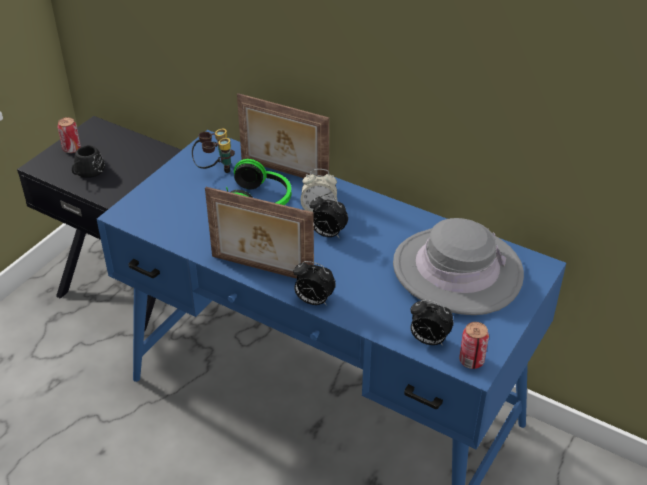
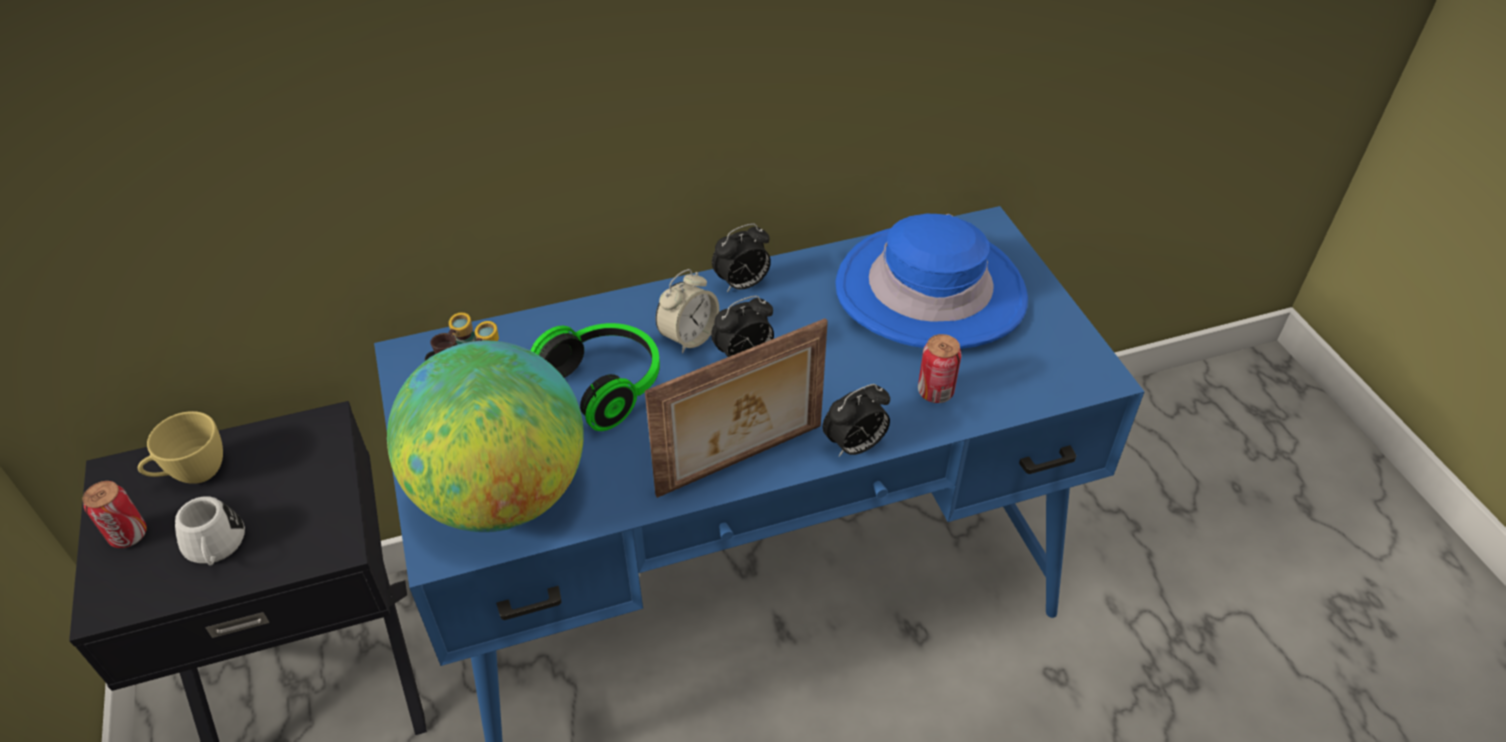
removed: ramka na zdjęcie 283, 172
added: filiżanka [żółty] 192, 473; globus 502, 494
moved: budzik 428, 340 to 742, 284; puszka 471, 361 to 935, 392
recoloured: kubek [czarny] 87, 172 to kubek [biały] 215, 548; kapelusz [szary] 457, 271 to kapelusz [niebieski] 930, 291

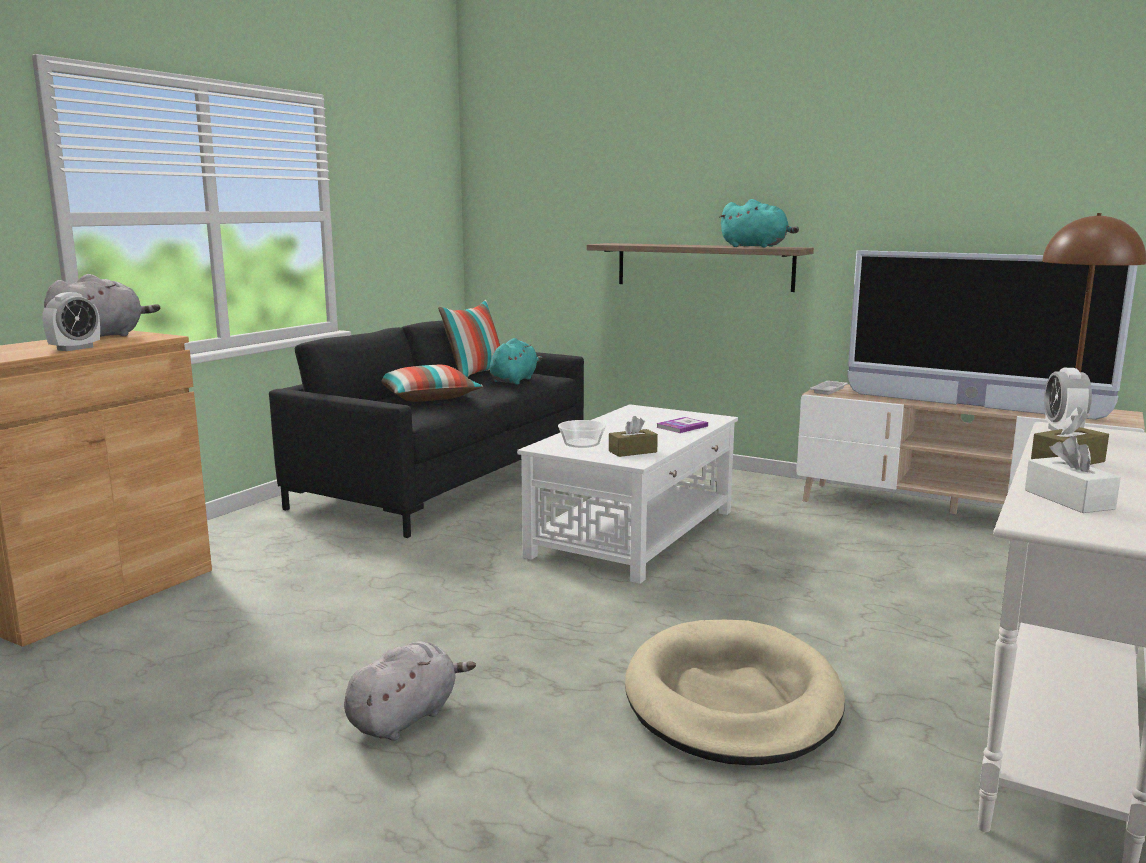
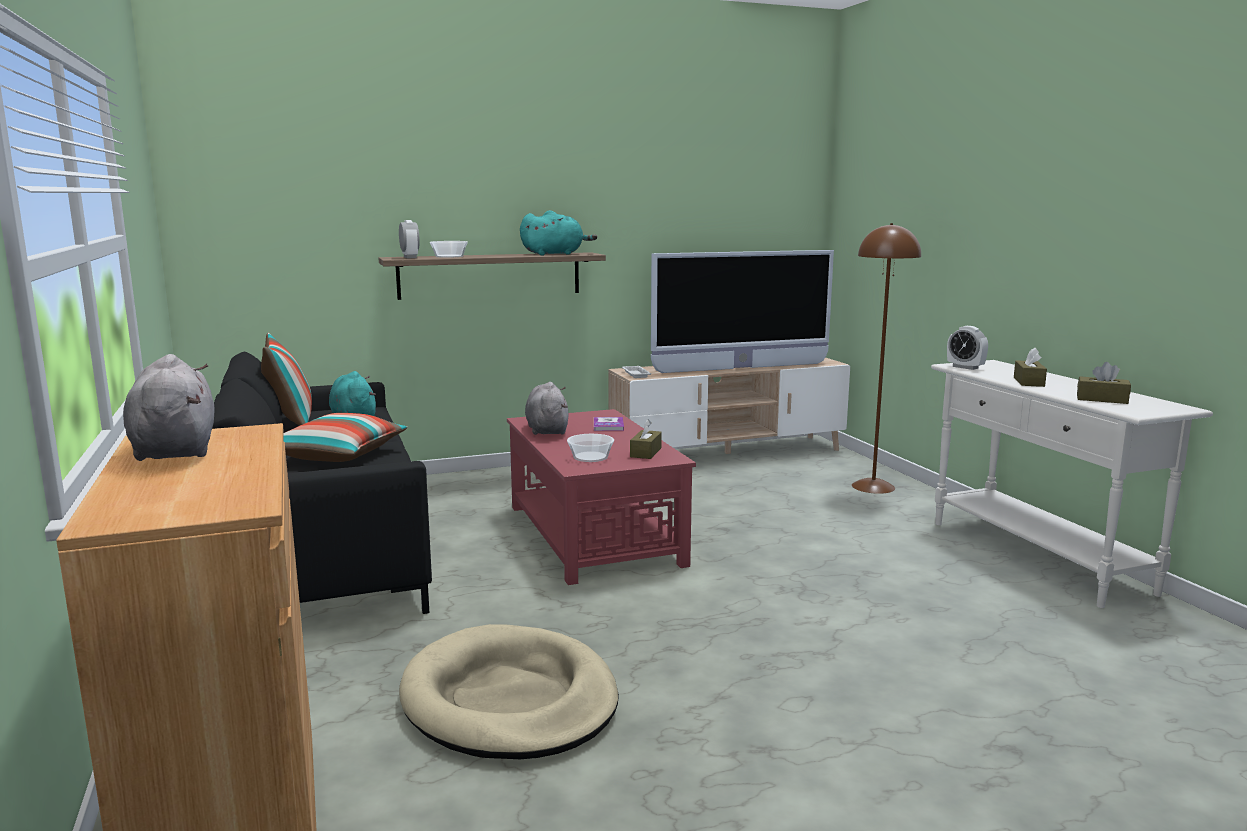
added: miska 449, 256
moved: budzik 75, 348 to 410, 257; legowisko [beżowy] 732, 699 to 509, 700; pluszak [szary] 406, 717 to 547, 430
recoloured: ława [biały] 635, 533 to ława [czerwony] 593, 534; pudełko chusteczek [biały] 1068, 499 to pudełko chusteczek [brązowy] 1102, 399

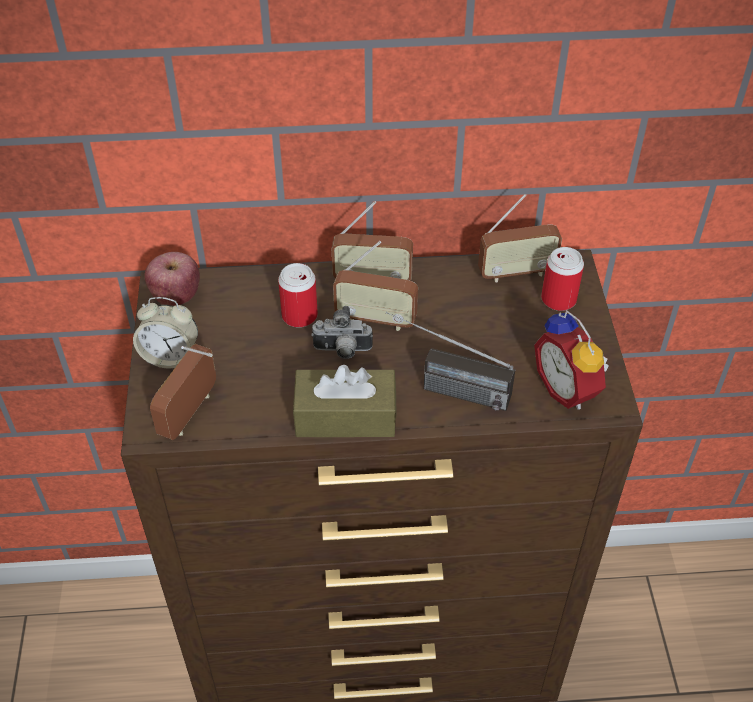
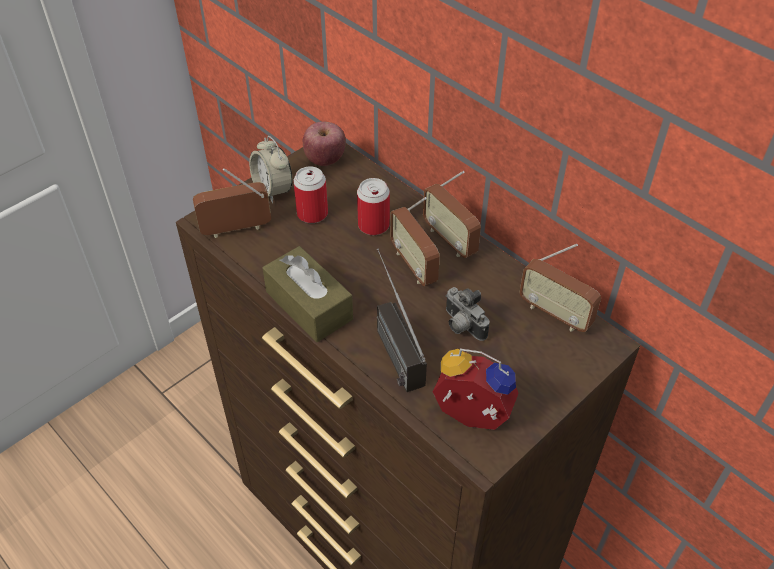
moved: puszka 558, 299 to 312, 214; aparat fotograficzny 342, 351 to 461, 326
turned: budzik 569, 389 = 470, 419 90 degrees clockwise

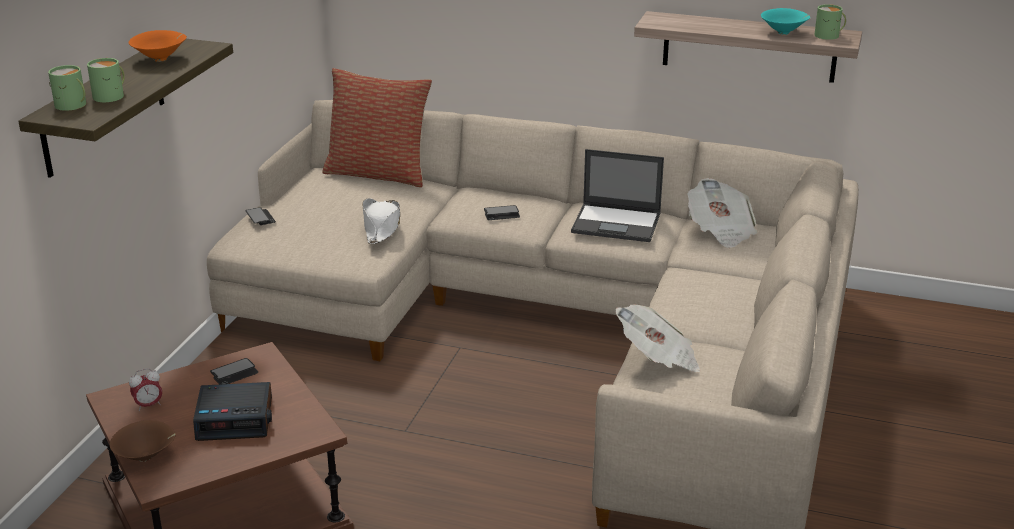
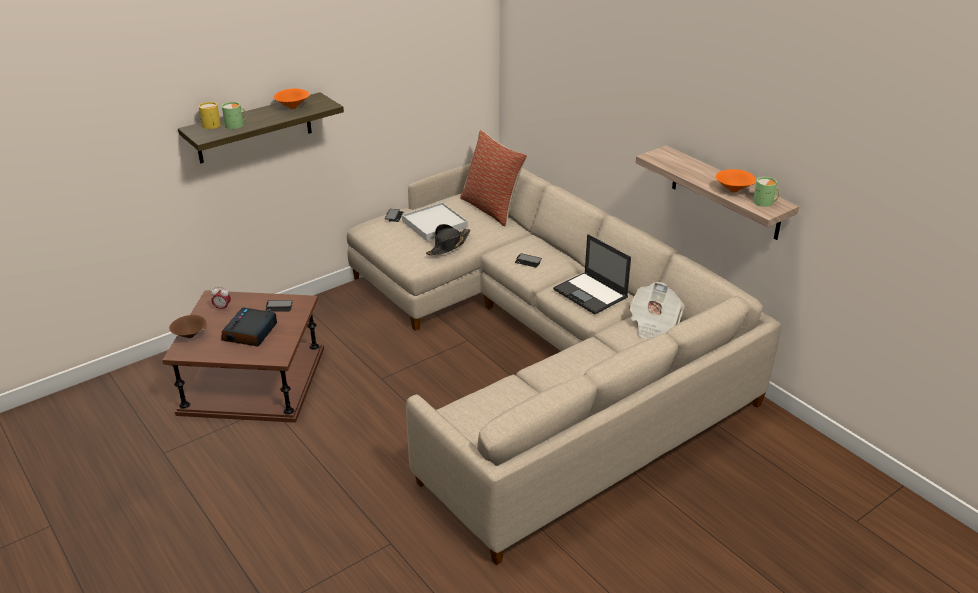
removed: gazeta 658, 358
added: taca [biały] 435, 224
recoloured: kubek [zielony] 73, 105 to kubek [żółty] 211, 126; kapelusz [biały] 382, 227 to kapelusz [czarny] 448, 245; miska [turkusowy] 784, 33 to miska [pomarańczowy] 734, 190
turned: budzik 235, 419 = 250, 333 75 degrees clockwise

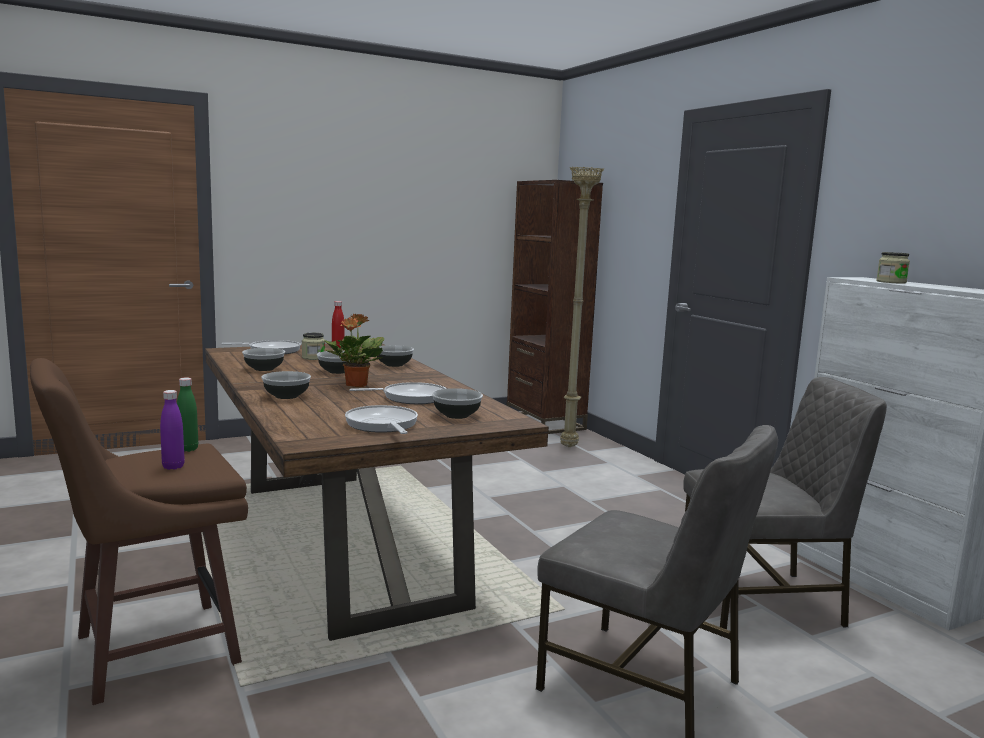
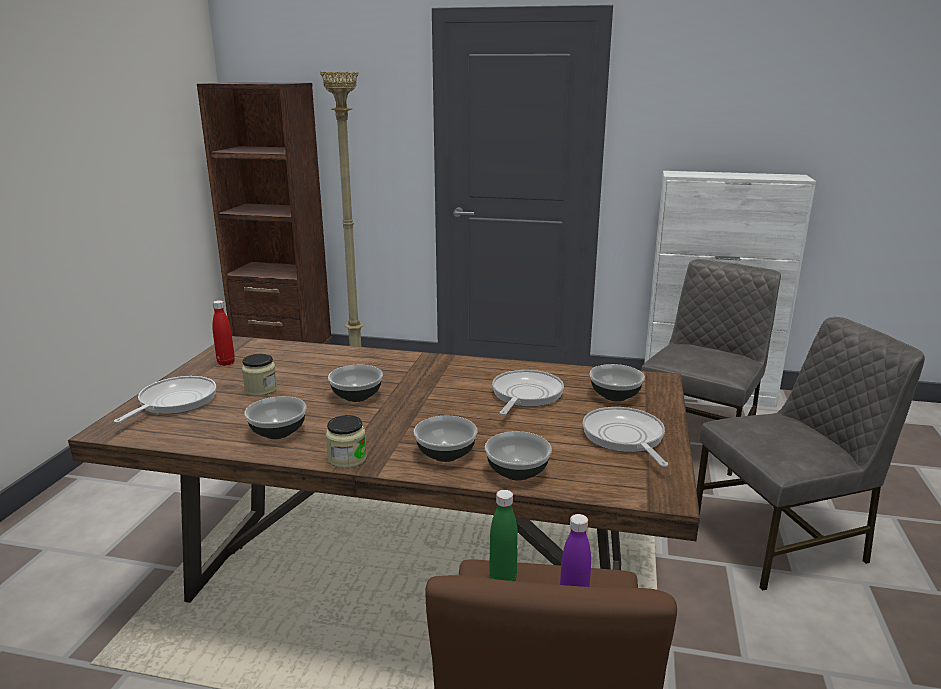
removed: roślina doniczkowa 355, 385
moved: słoik 891, 282 to 347, 459; miska 393, 364 to 516, 472
turned: patelnia 382, 425 = 624, 438 60 degrees clockwise

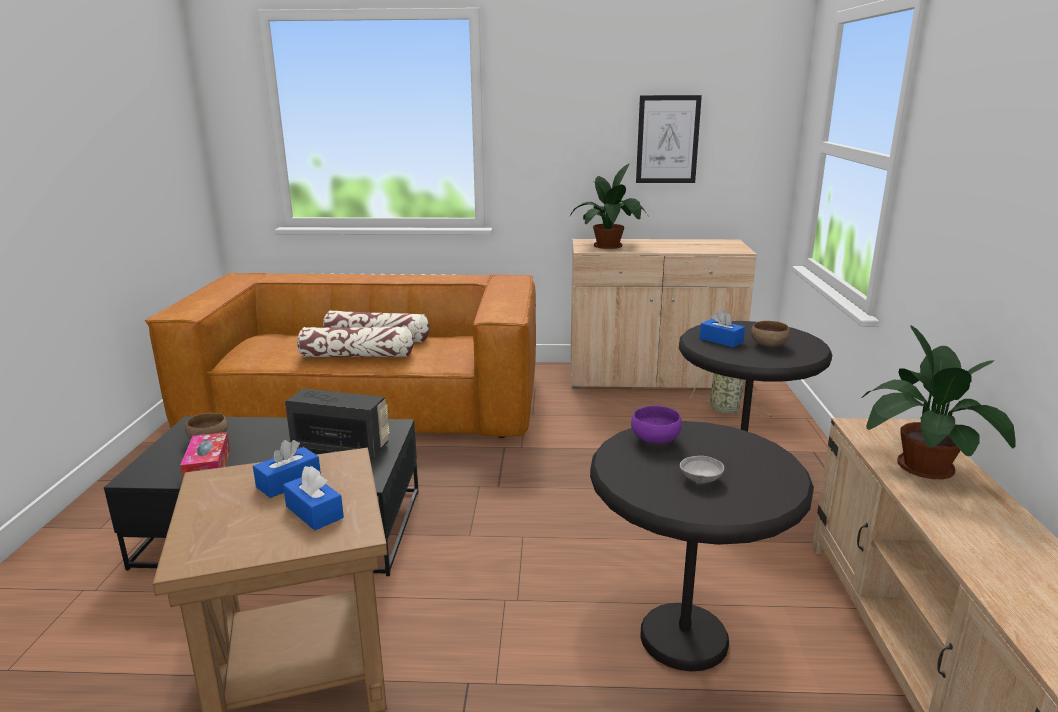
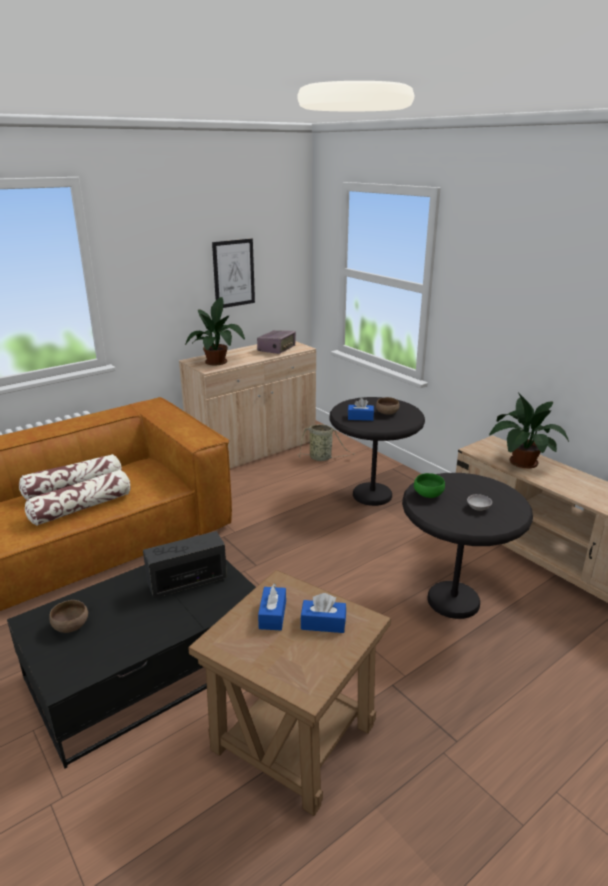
removed: pudełko chusteczek 208, 467
added: radio 277, 349
recoloured: miska [fioletowy] 654, 440 to miska [zielony] 428, 495

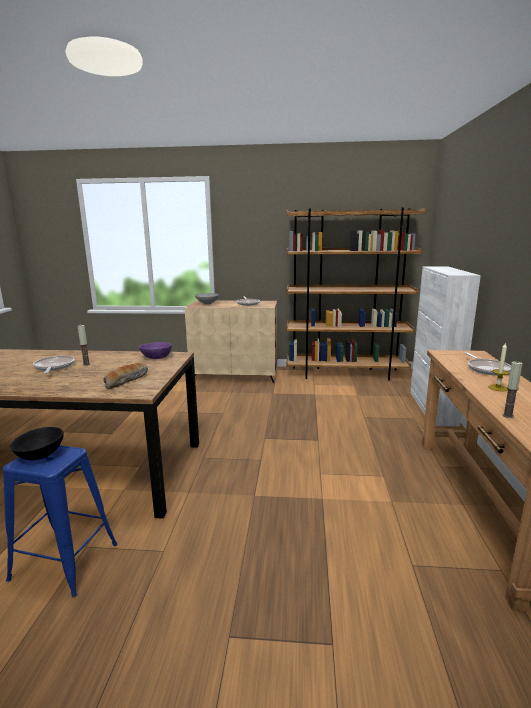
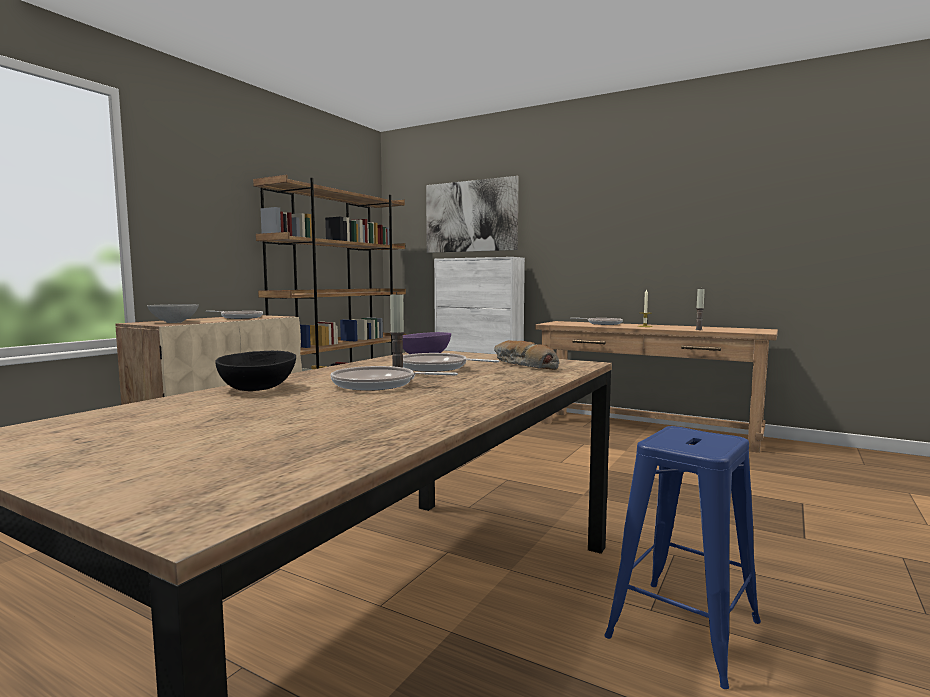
added: patelnia 437, 368; obraz 470, 216
moved: miska [czarny] 41, 454 to 257, 388

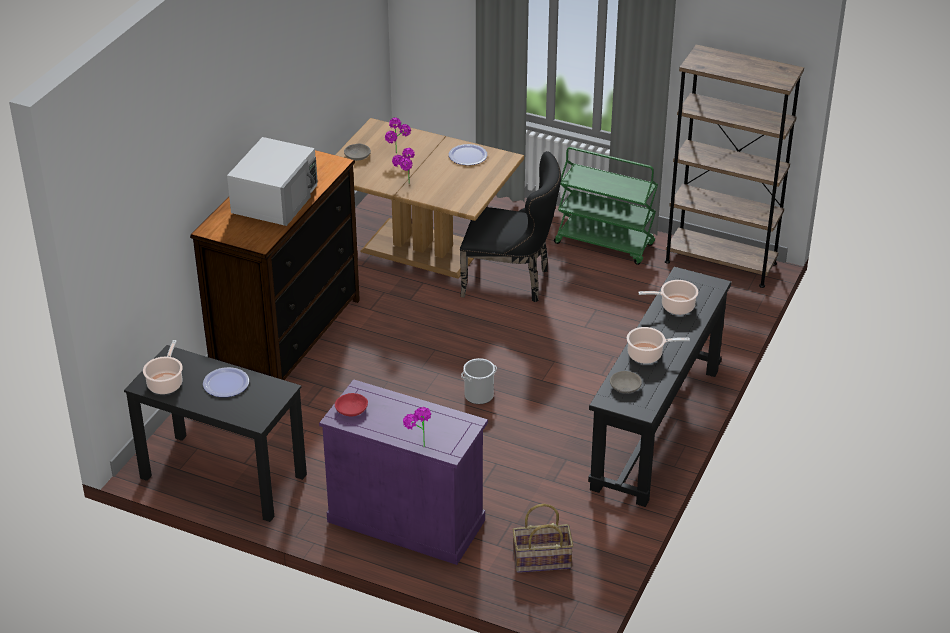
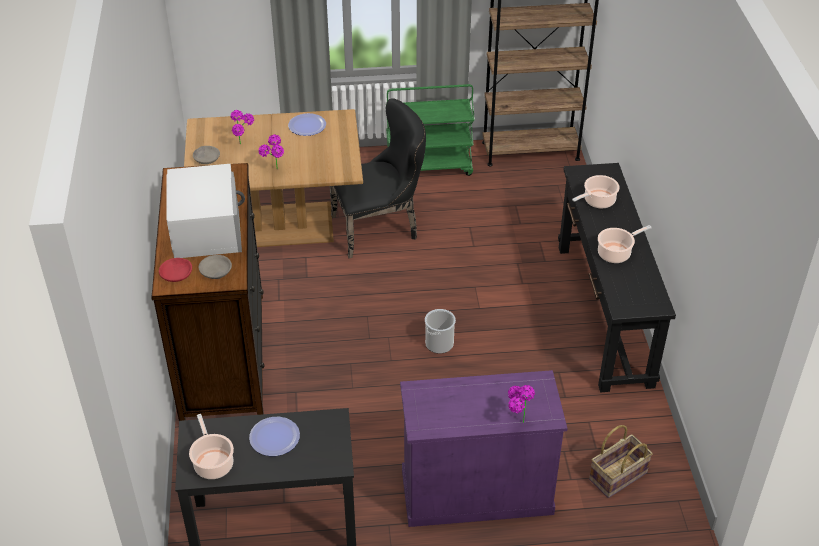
moved: miska [czerwony] 352, 409 to 177, 274; miska [szary] 625, 387 to 215, 272

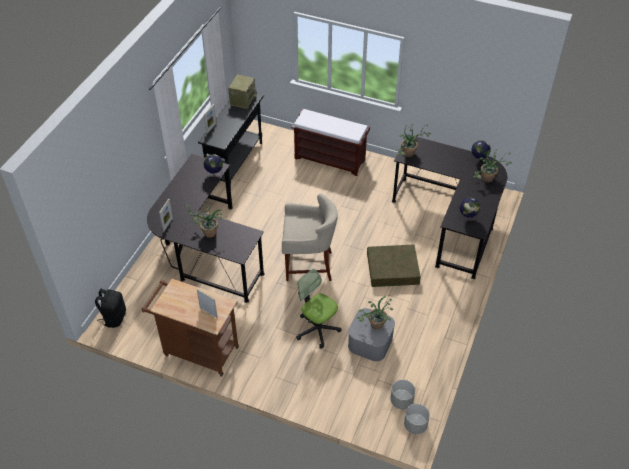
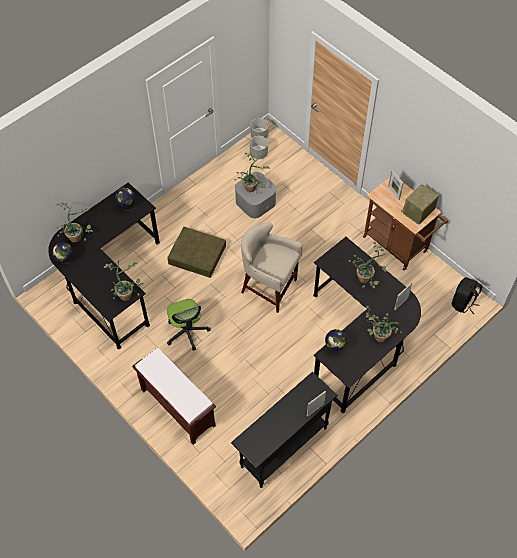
added: roślina doniczkowa 377, 336
moved: krzesło biurowe 317, 329 to 187, 332; radio 243, 100 to 418, 212

